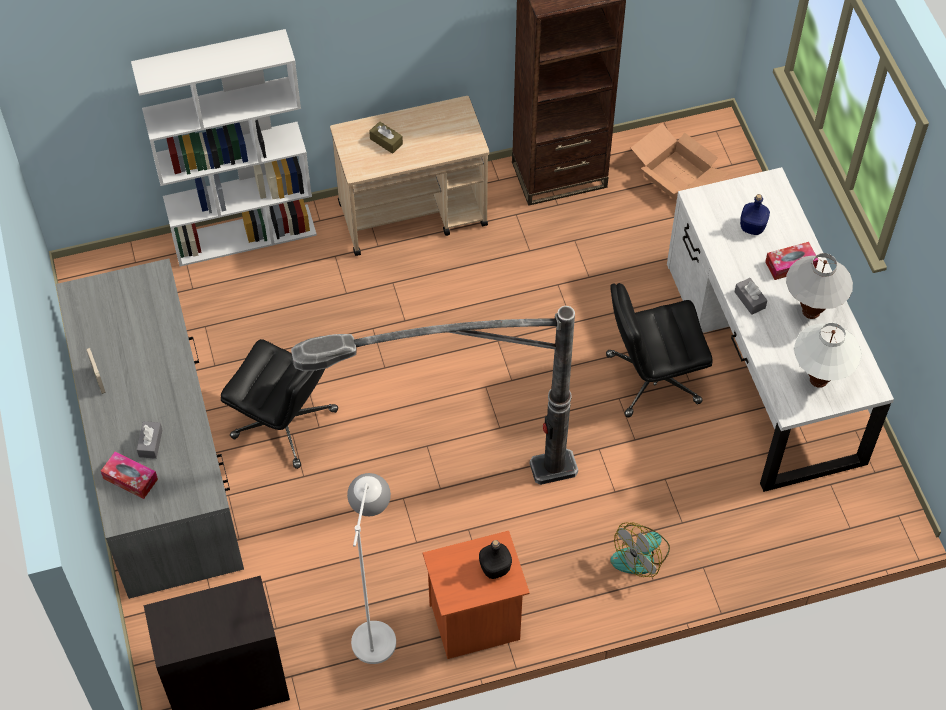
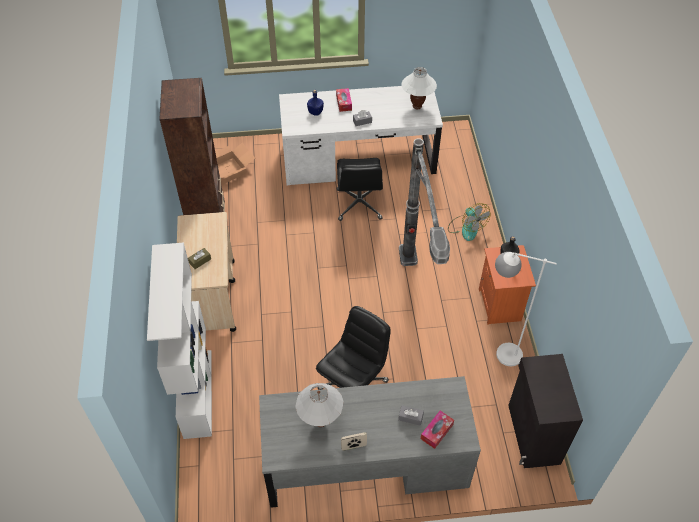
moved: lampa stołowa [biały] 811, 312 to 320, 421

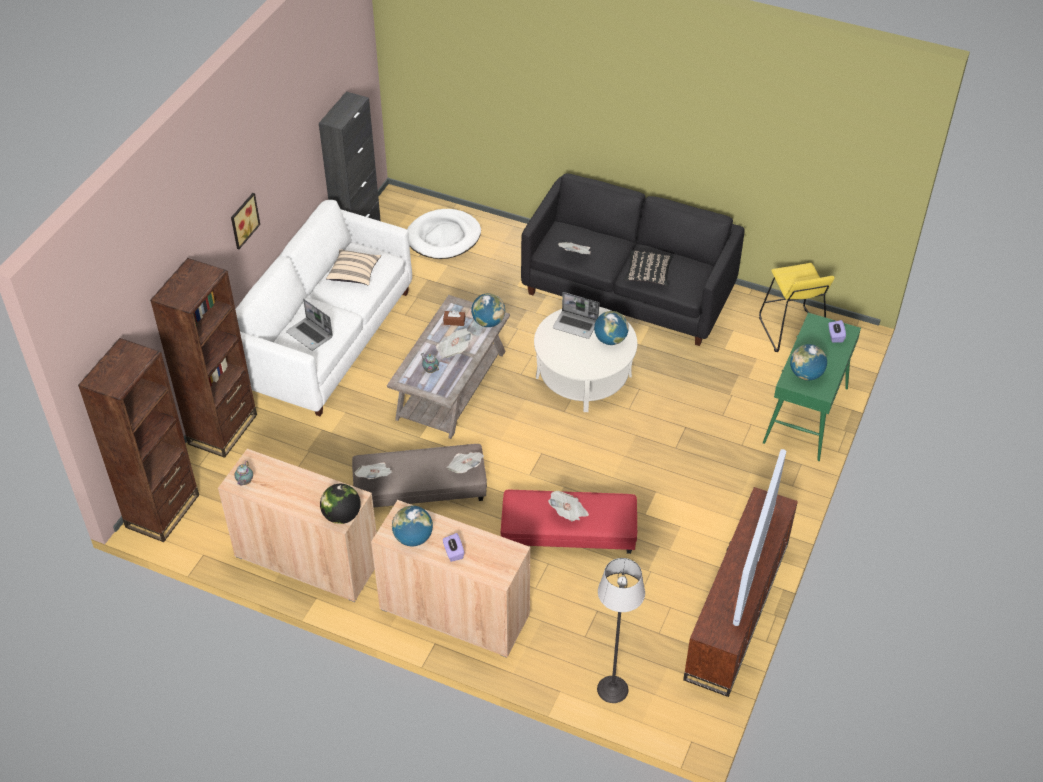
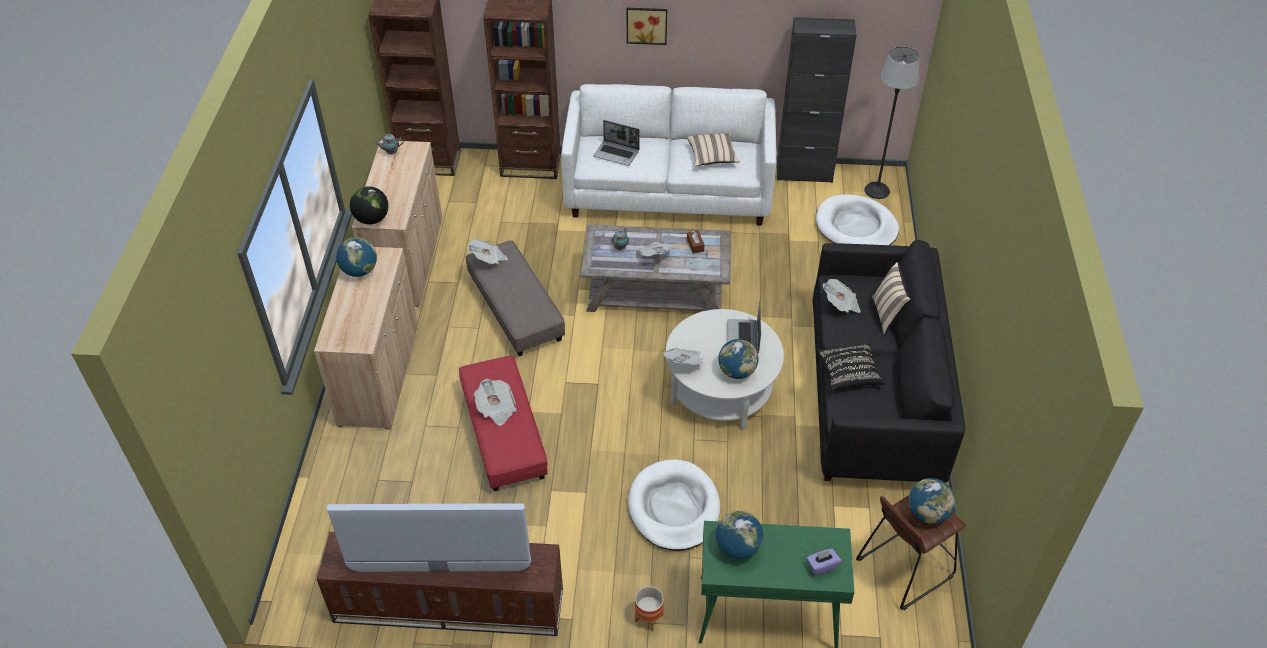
removed: pudełko chusteczek [fioletowy] 453, 552
added: legowisko [biały] 674, 508; donica 648, 618; poduszka [beżowy] 887, 315
moved: gazeta 465, 468 to 684, 363; lampa stojąca 612, 689 to 877, 190; globus 488, 322 to 927, 513
recoloured: stołek [żółty] 790, 330 to stołek [brązowy] 904, 567
turned: laptop 310, 335 = 617, 154 90 degrees counterclockwise

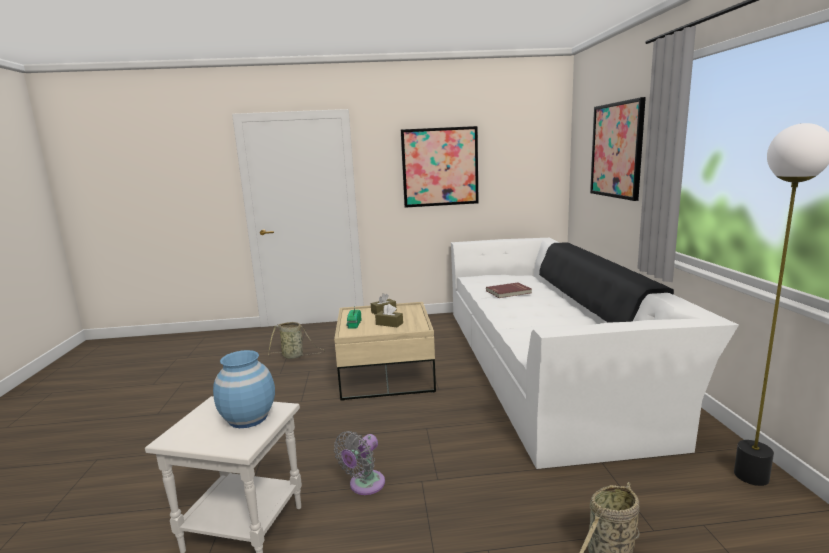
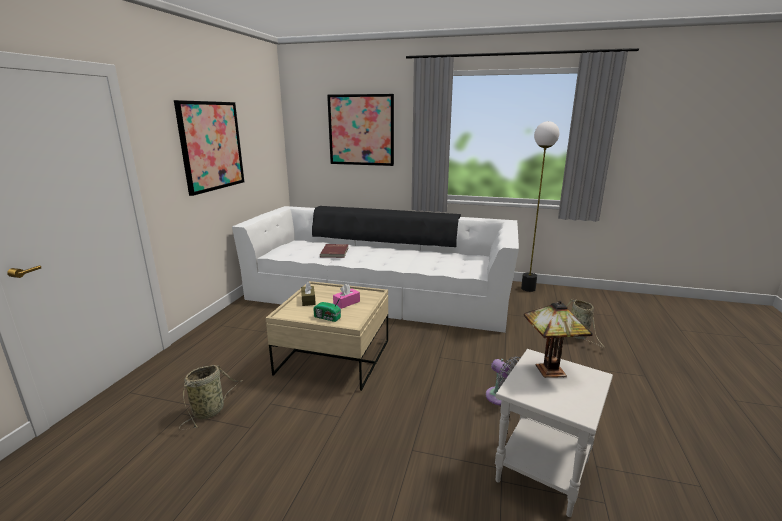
replaced: wazon [niebieski] 248, 418 to lampa stołowa 549, 371
recoloured: pudełko chusteczek [brązowy] 389, 324 to pudełko chusteczek [różowy] 346, 303

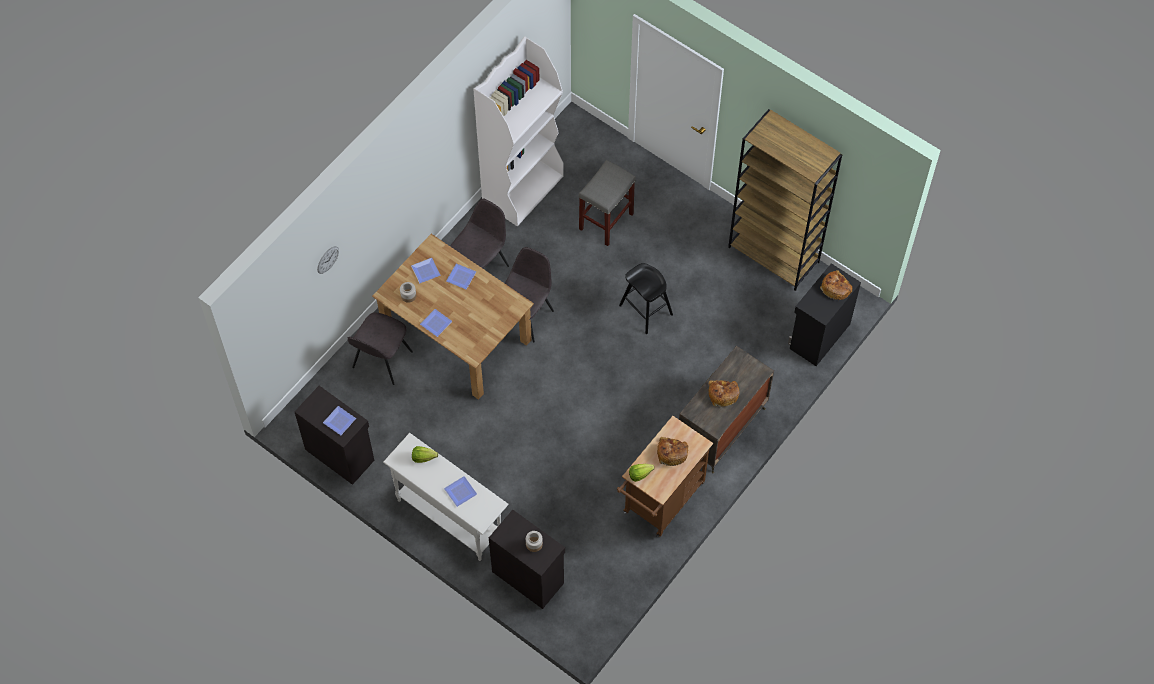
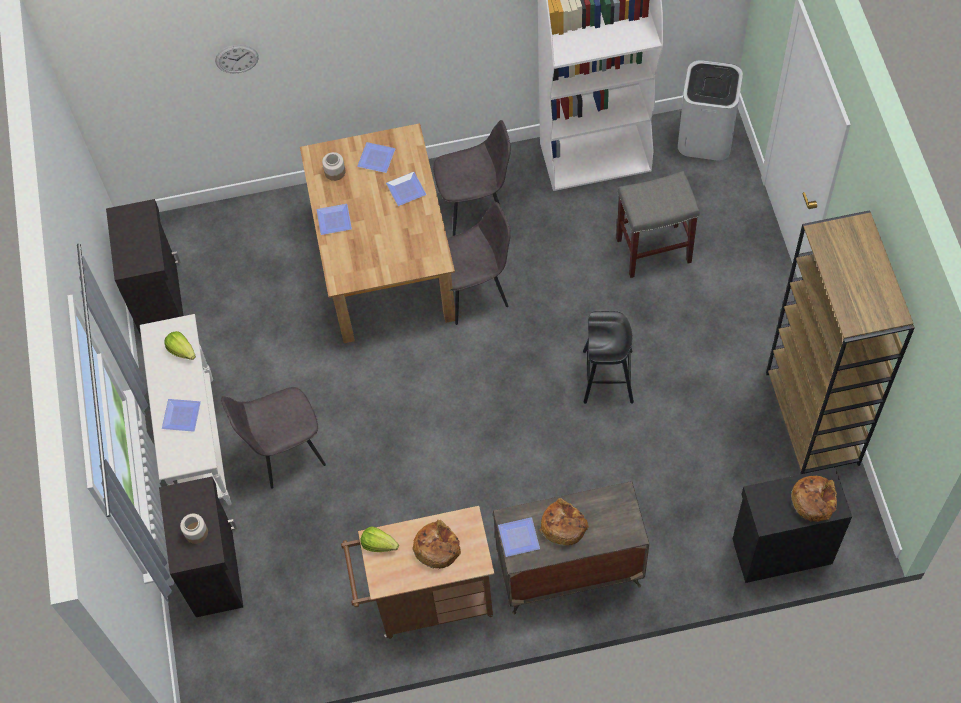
added: kosz na śmieci [biały] 706, 137
moved: krzesło [szary] 381, 361 to 284, 450; talerz 339, 422 to 518, 539

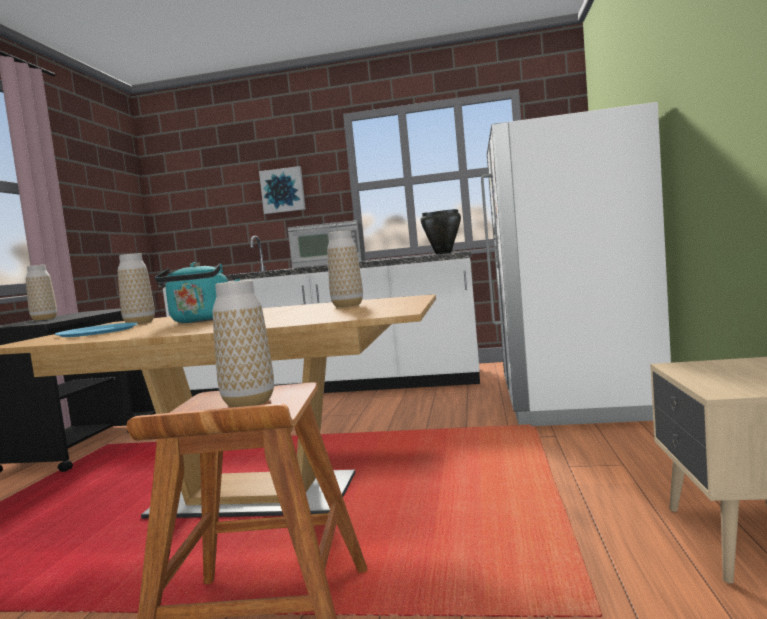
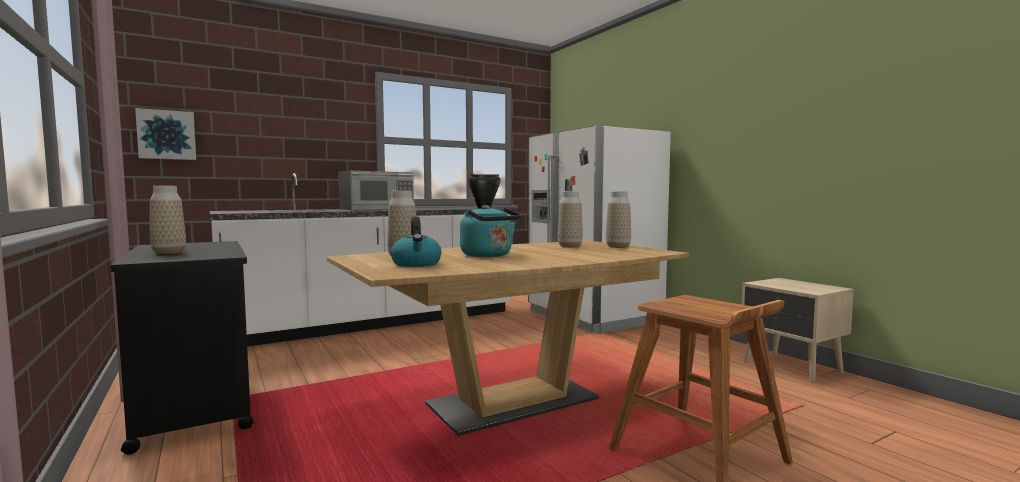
moved: obraz 283, 190 to 167, 135; wazon 248, 402 to 618, 247
replaced: talerz [niebieski] 98, 331 to czajnik 416, 264

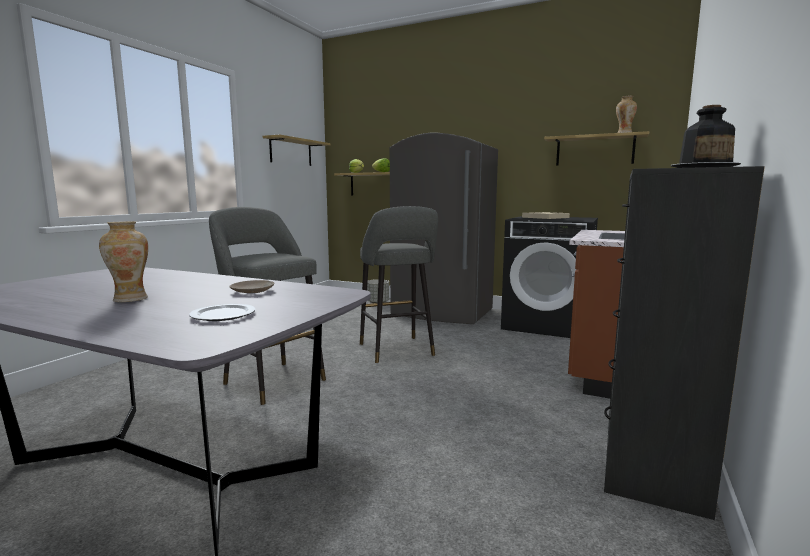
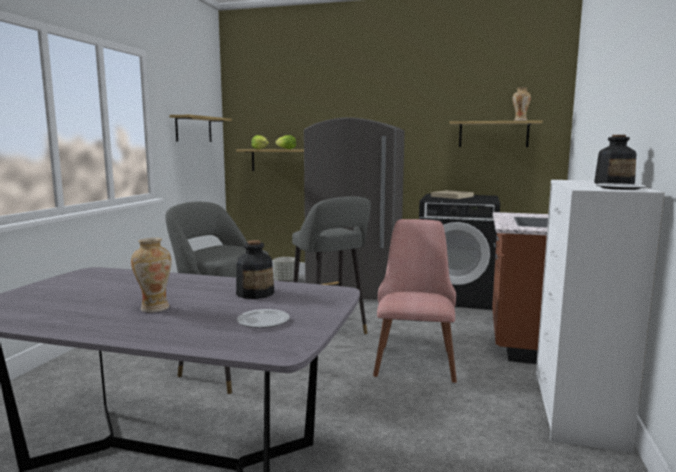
added: krzesło [różowy] 414, 357
replaced: talerz [beżowy] 253, 291 to butelka 255, 293
recoloured: komoda [czarny] 651, 459 to komoda [biały] 577, 412

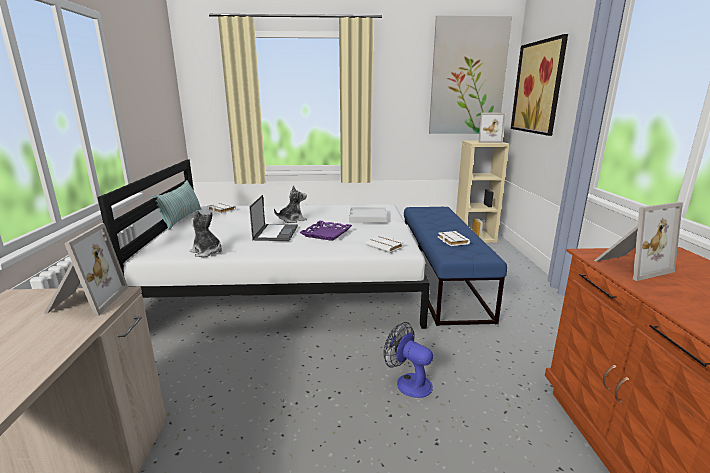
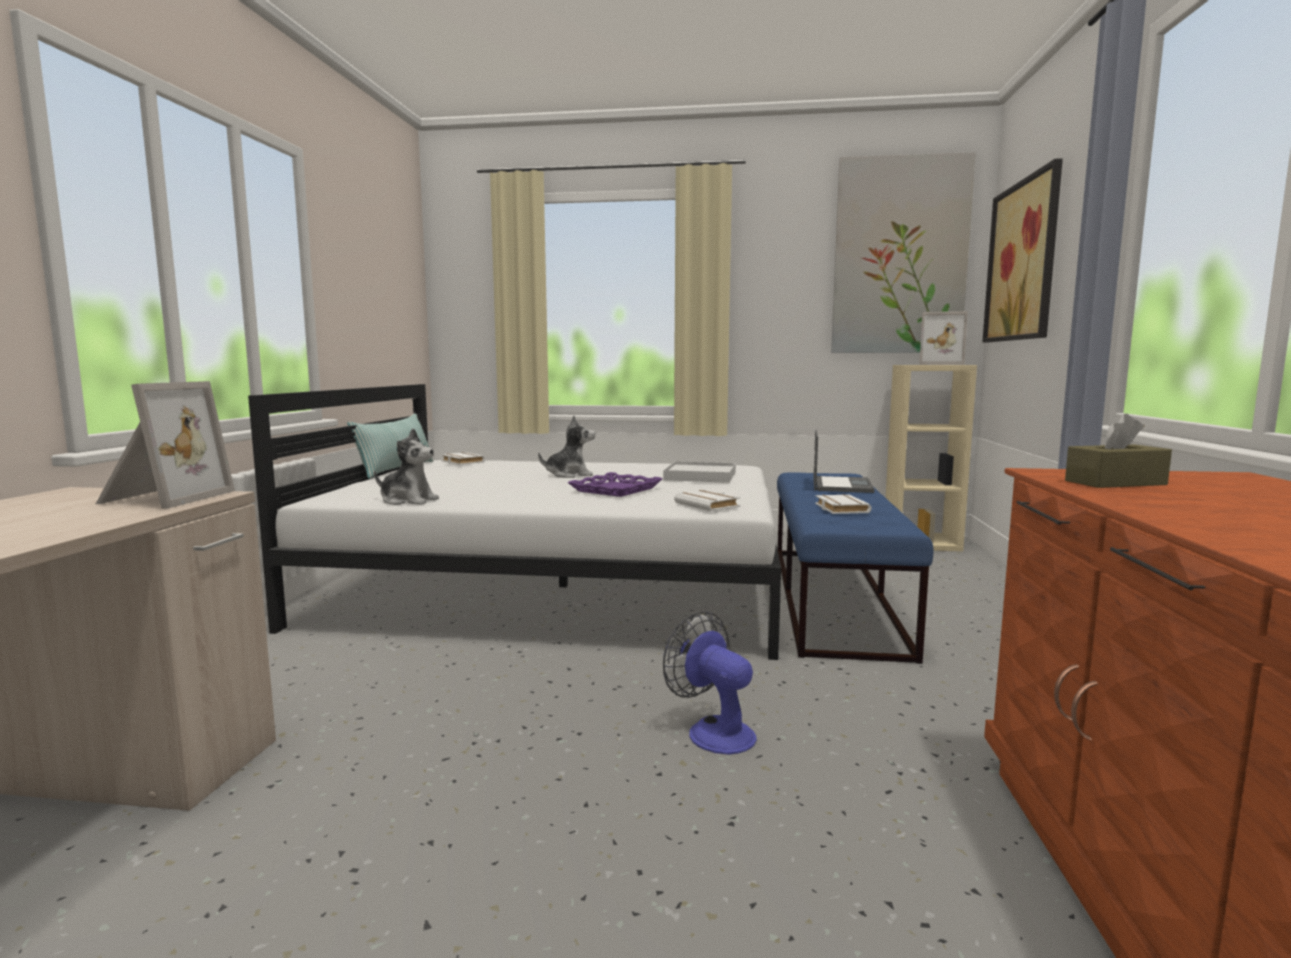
moved: laptop 275, 233 to 841, 485
replaced: ramka na zdjęcie 629, 266 to pudełko chusteczek [brązowy] 1115, 483
turned: pluszak 207, 252 = 408, 501 150 degrees clockwise

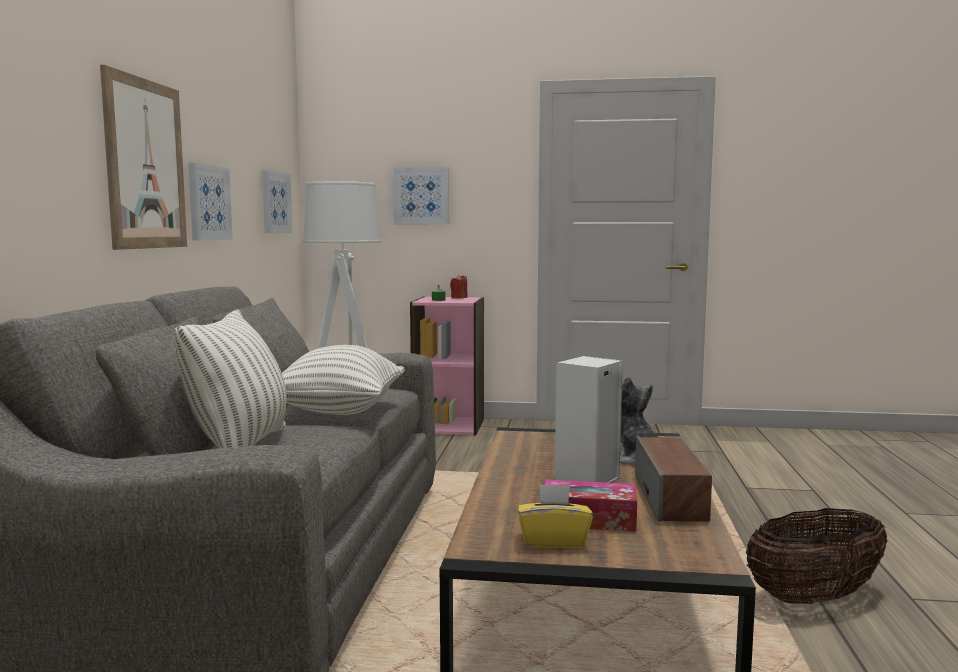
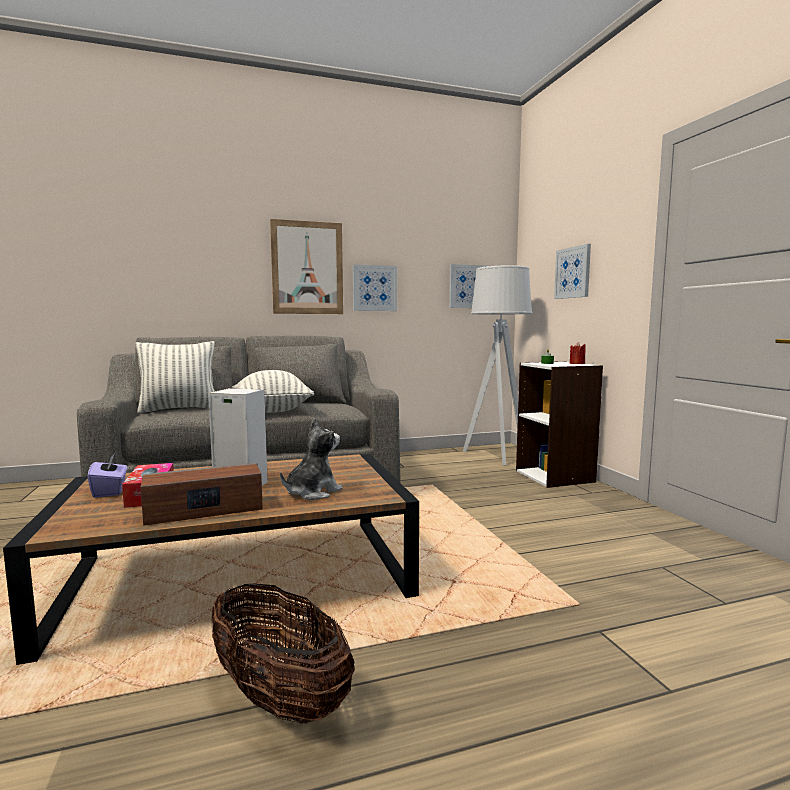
recoloured: pudełko chusteczek [żółty] 553, 541 to pudełko chusteczek [fioletowy] 110, 491; regał [różowy] 449, 425 to regał [biały] 555, 476

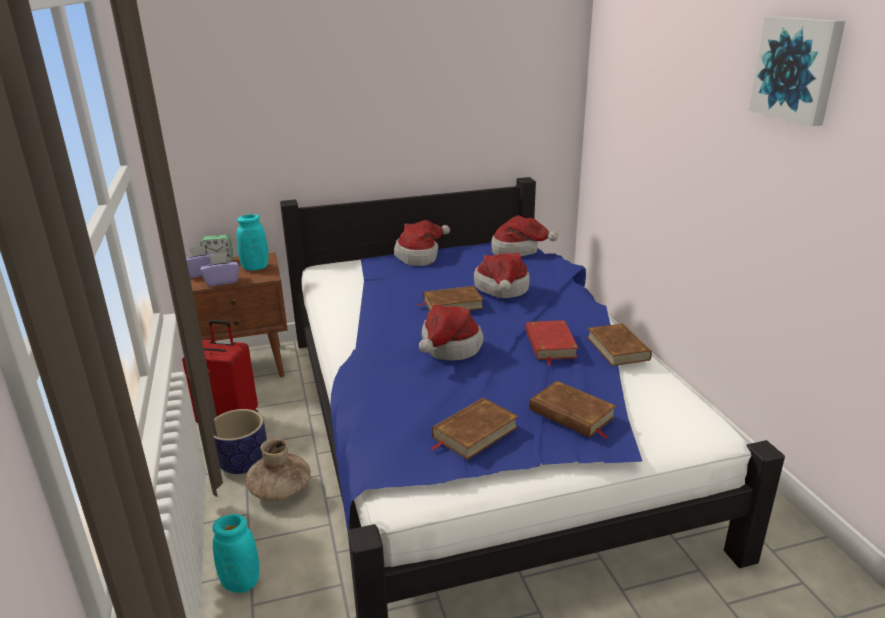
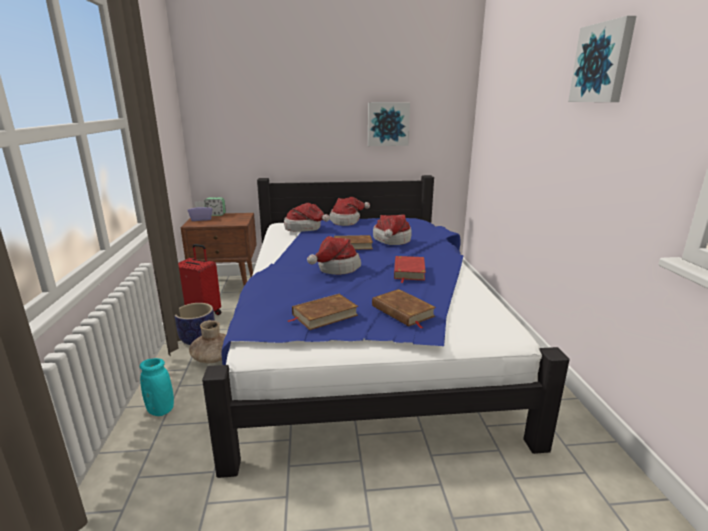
removed: pudełko chusteczek [fioletowy] 222, 281; wazon [turkusowy] 255, 268; książka [brązowy] 618, 348
added: obraz 388, 124
moved: kapelusz 518, 250 to 305, 228

